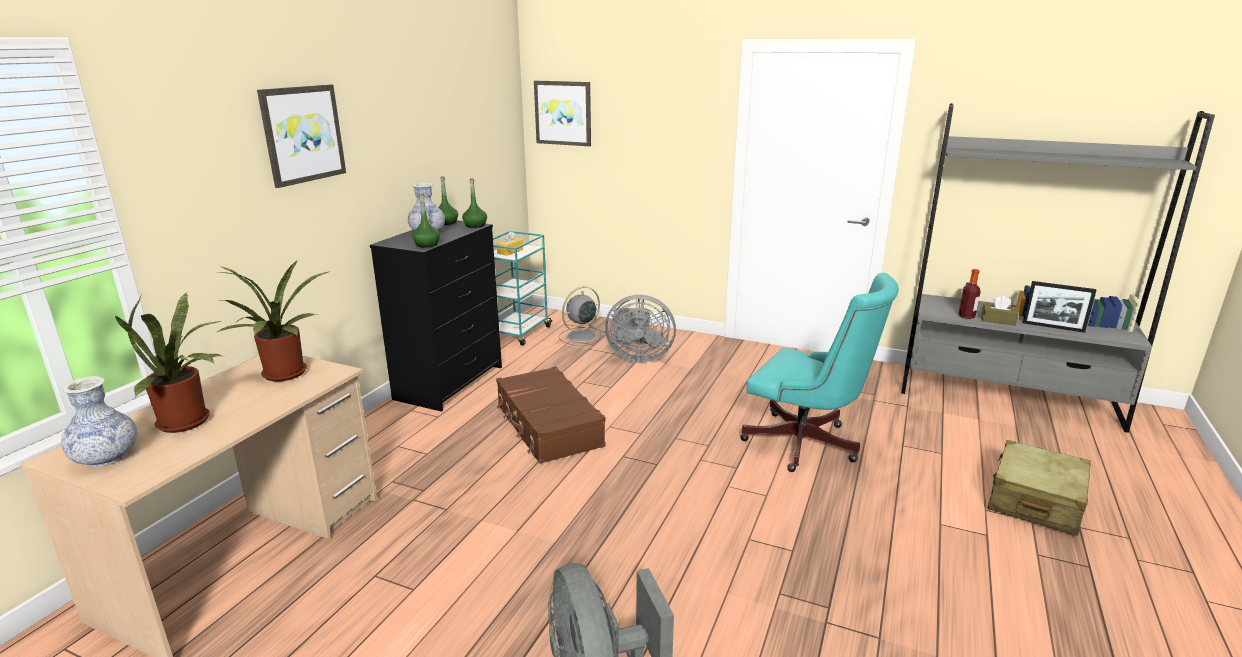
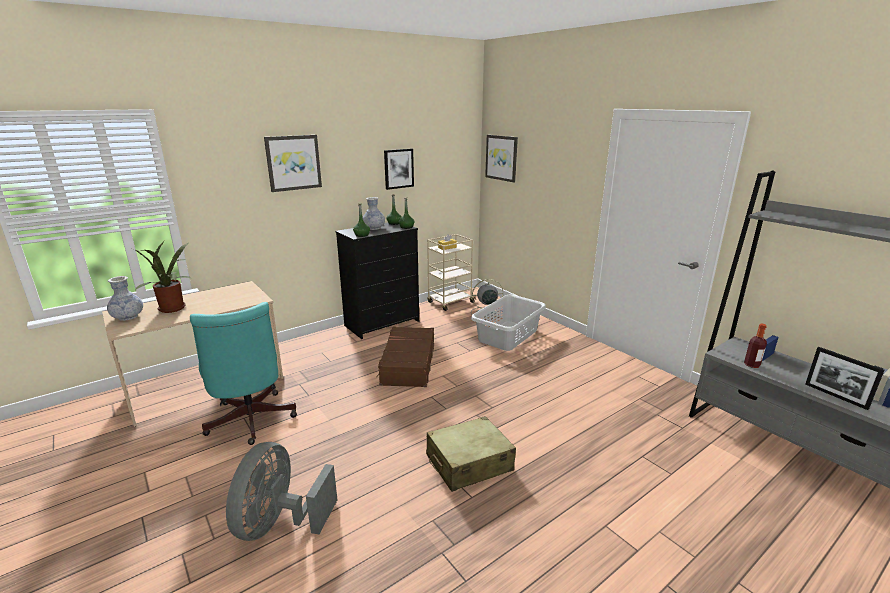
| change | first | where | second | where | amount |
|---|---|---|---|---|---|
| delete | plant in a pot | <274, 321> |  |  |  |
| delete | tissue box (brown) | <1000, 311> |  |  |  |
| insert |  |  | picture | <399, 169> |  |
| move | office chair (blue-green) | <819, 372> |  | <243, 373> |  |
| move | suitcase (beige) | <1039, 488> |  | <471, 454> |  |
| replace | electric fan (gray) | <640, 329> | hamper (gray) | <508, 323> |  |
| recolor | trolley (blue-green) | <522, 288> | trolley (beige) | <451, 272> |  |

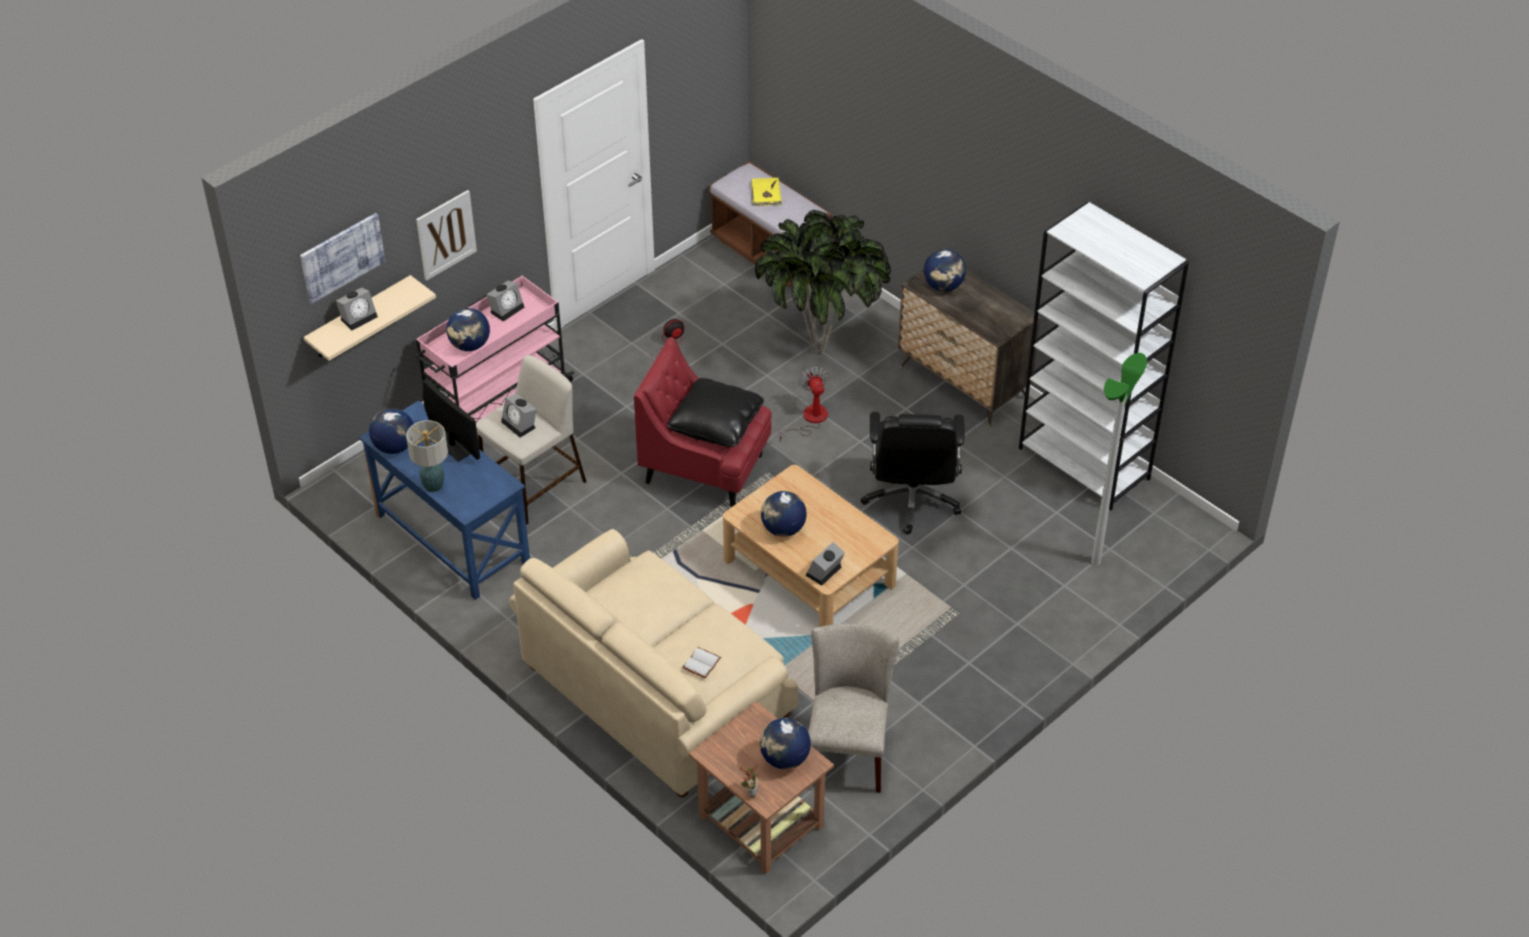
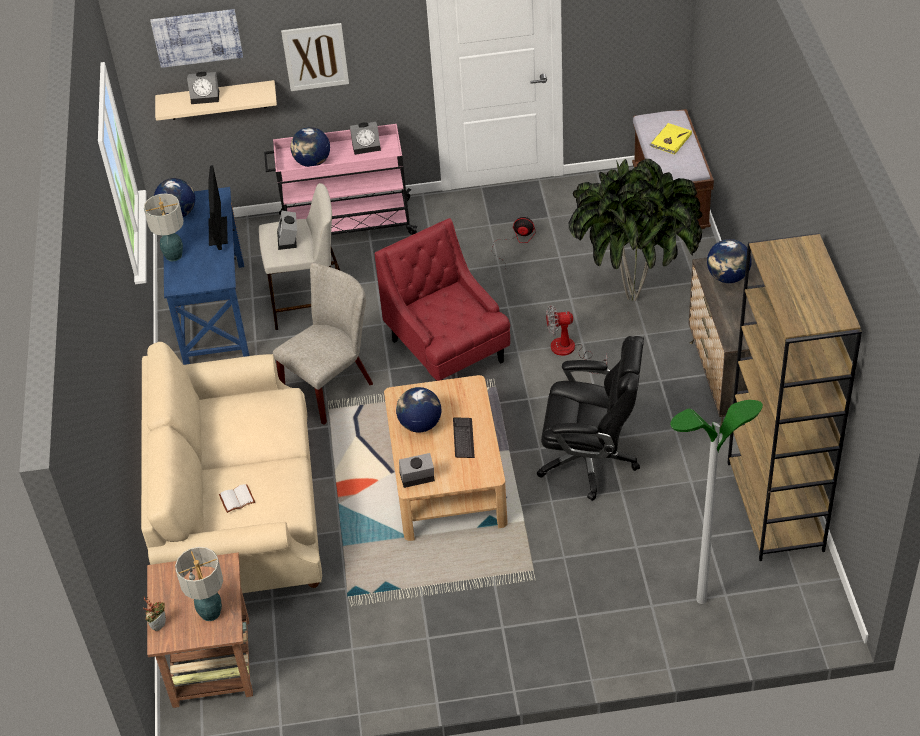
| change | first | where | second | where | amount |
|---|---|---|---|---|---|
| delete | throw pillow (blackish) | <715, 412> |  |  |  |
| insert |  |  | keyboard | <464, 437> |  |
| move | upright chair (beige) | <853, 708> |  | <323, 344> |  |
| replace | desk globe | <785, 743> | table lamp | <199, 584> |  |
| recolor | bookshelf (white-coloured) | <1104, 356> | bookshelf (brown) | <794, 397> |  |
| rotate | electric fan | <803, 404> |  | <576, 339> | 120 degrees counterclockwise |
| rotate | office chair (blackish) | <912, 473> |  | <590, 418> | 120 degrees counterclockwise |

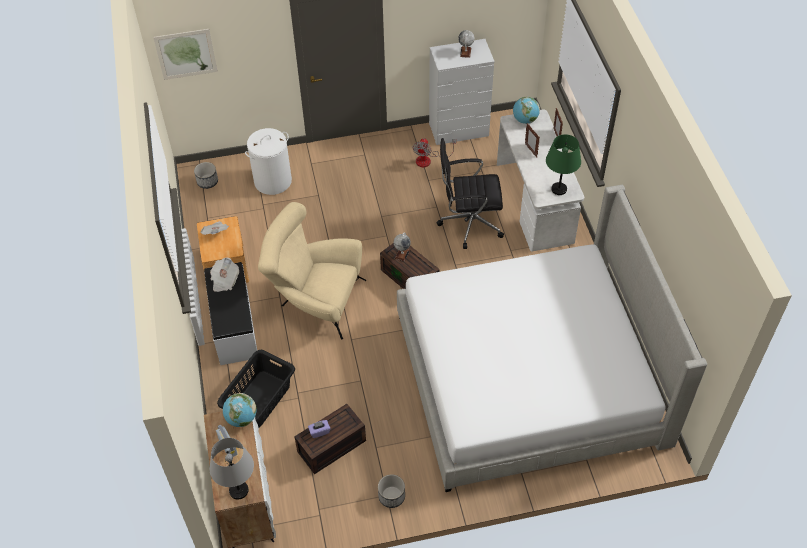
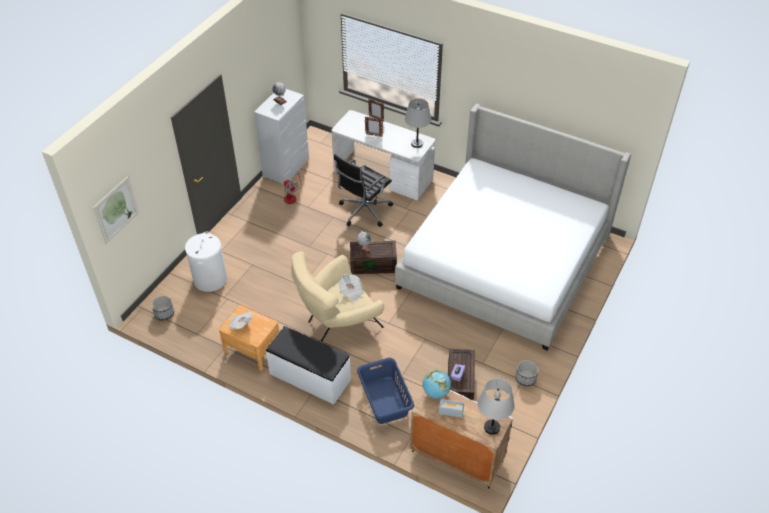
| change | first | where | second | where | amount |
|---|---|---|---|---|---|
| delete | desk globe | <526, 110> |  |  |  |
| move | daily paper | <224, 274> |  | <351, 288> |  |
| recolor | hamper (blackish) | <256, 389> | hamper (blue) | <385, 391> |  |
| recolor | table lamp (green-coloured) | <563, 164> | table lamp (gray) | <418, 123> |  |

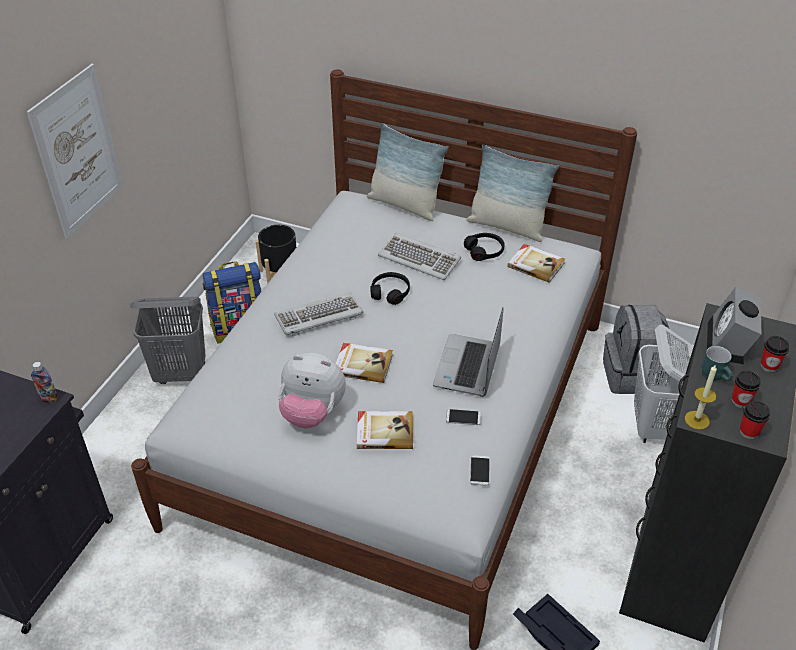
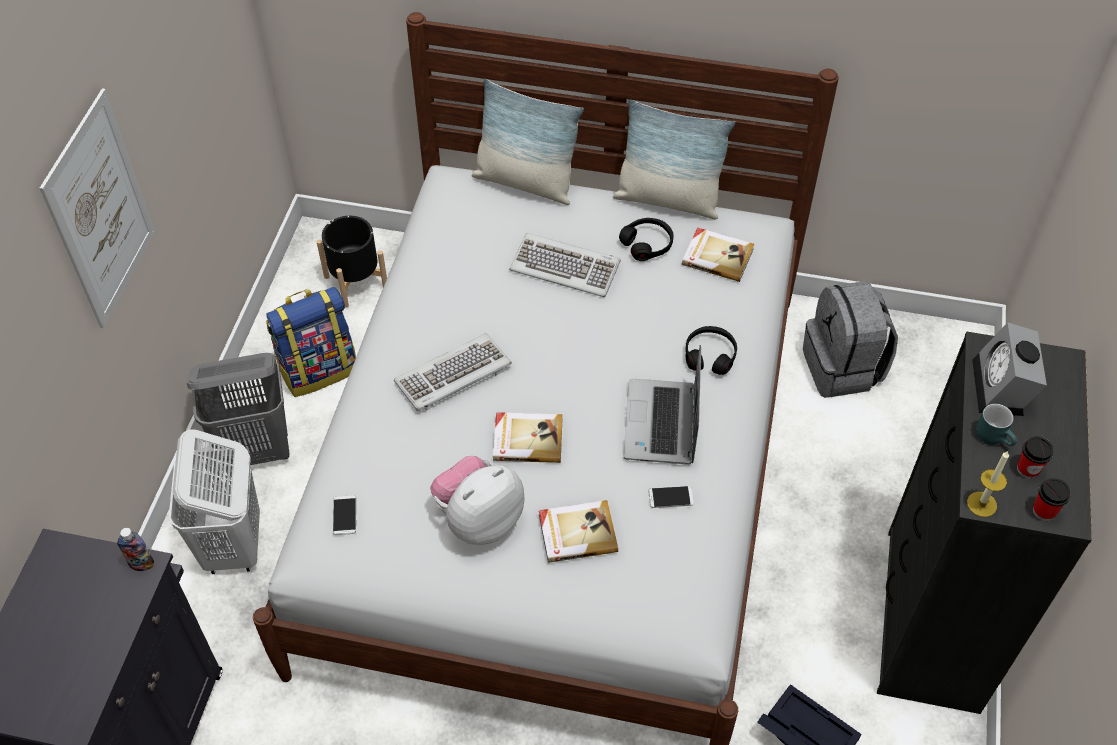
| change | first | where | second | where | amount |
|---|---|---|---|---|---|
| delete | drinking cup | <774, 354> |  |  |  |
| move | pair of headphones (blackish) | <390, 288> |  | <711, 350> |  |
| move | handset | <480, 470> |  | <344, 515> |  |
| move | hamper (white-coloured) | <663, 384> |  | <214, 501> |  |
| rotate | cuddly toy | <312, 390> |  | <477, 500> | 135 degrees clockwise |

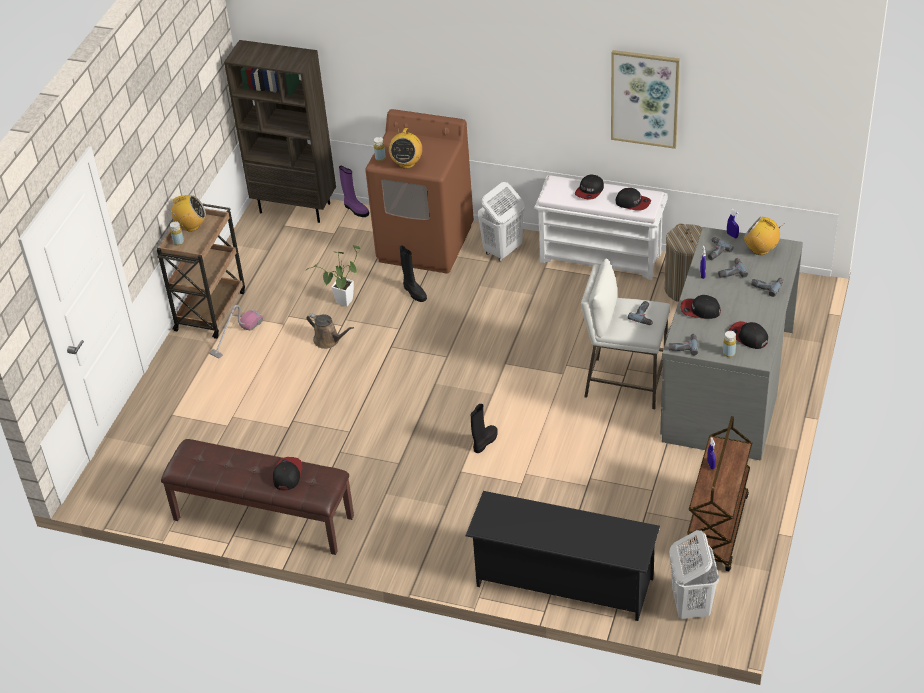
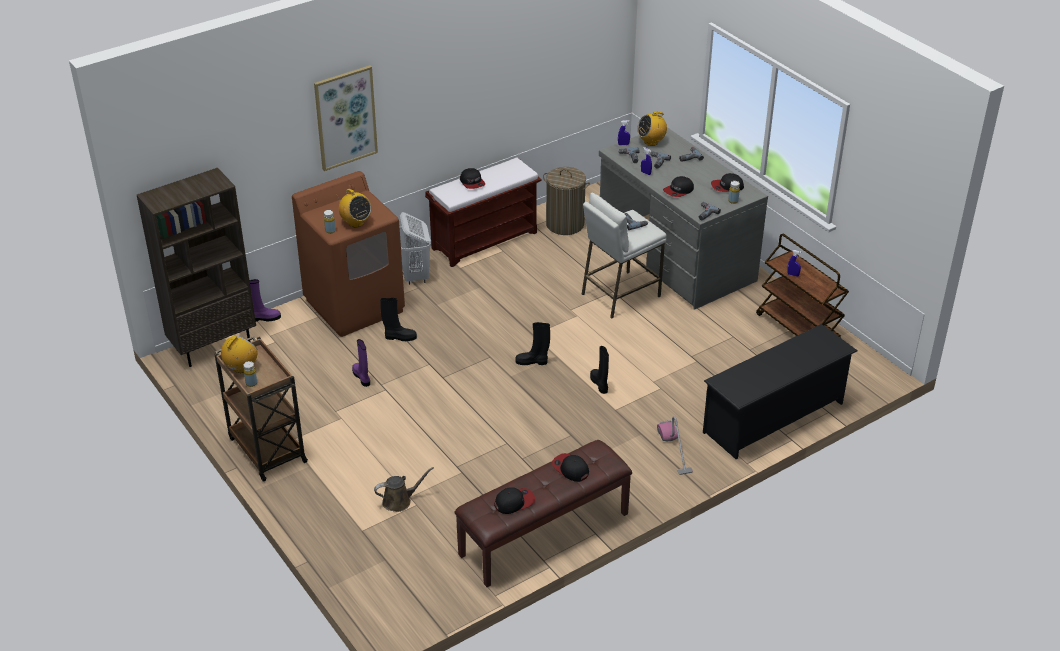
| change | first | where | second | where | amount |
|---|---|---|---|---|---|
| delete | hamper (white-coloured) | <694, 574> |  |  |  |
| insert |  |  | tall boot (blackish) | <532, 343> |  |
| move | vacuum cleaner | <236, 332> |  | <675, 445> |  |
| move | sprinkling can (brown) | <330, 331> |  | <404, 489> |  |
| move | picture | <645, 99> |  | <346, 118> |  |
| move | baseball cap | <633, 199> |  | <514, 500> |  |
| replace | plant in a pot | <333, 275> | tall boot (purple-coloured) | <361, 363> |  |
| recolor | indoor bench (white-coloured) | <601, 227> | indoor bench (brown) | <483, 212> |  |

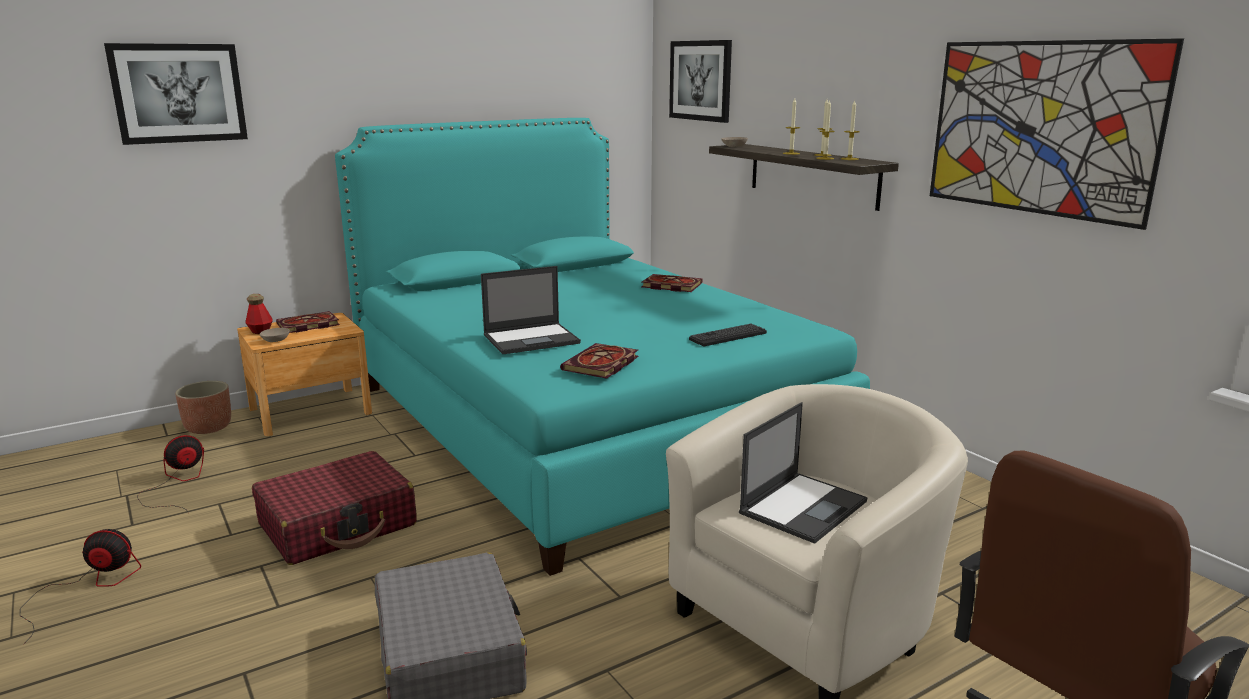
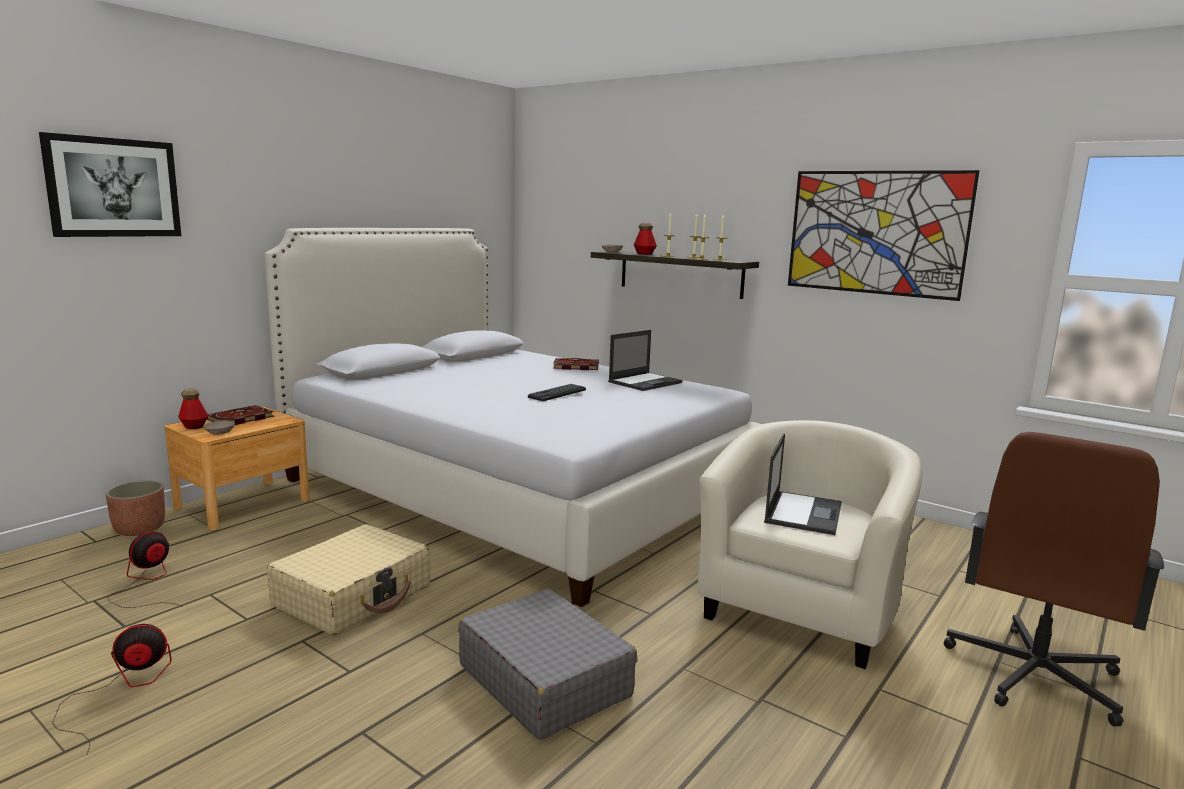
| change | first | where | second | where | amount |
|---|---|---|---|---|---|
| delete | book | <599, 361> |  |  |  |
| delete | picture | <700, 81> |  |  |  |
| insert |  |  | beverage bottle | <645, 239> |  |
| move | portable computer | <531, 310> |  | <645, 360> |  |
| move | keyboard | <728, 335> |  | <557, 392> |  |
| recolor | suitcase (red) | <334, 508> | suitcase (beige) | <349, 579> |  |
| recolor | sleeping bed (blue-green) | <602, 347> | sleeping bed (white-coloured) | <512, 417> |  |

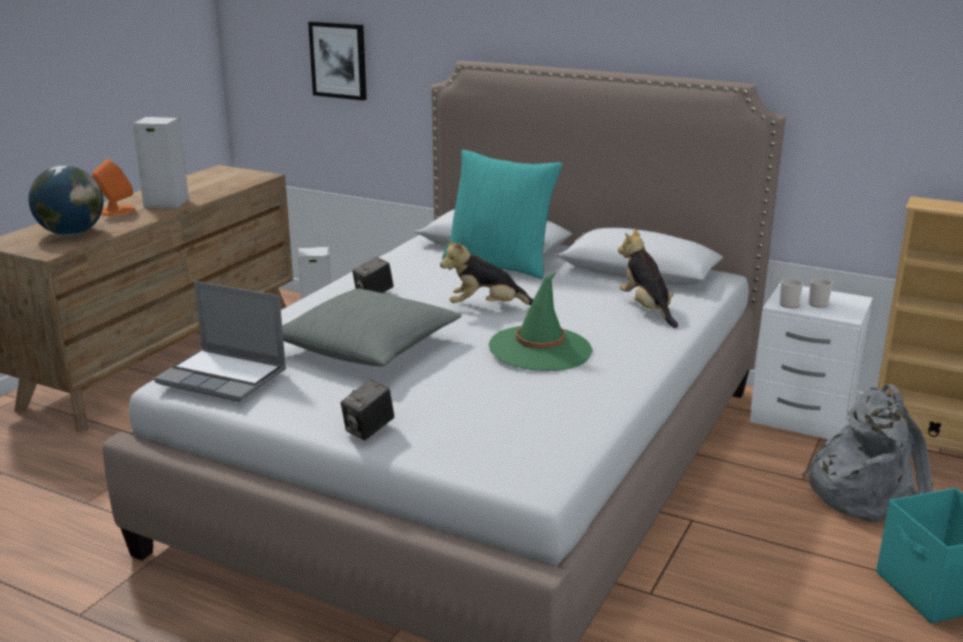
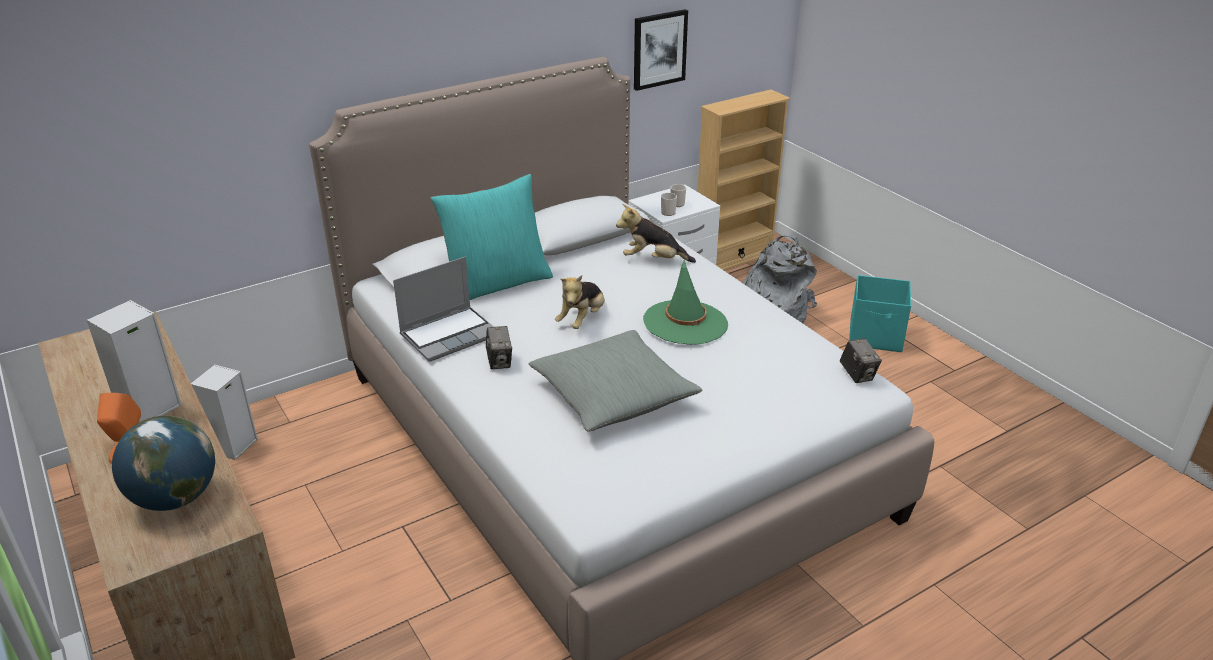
| change | first | where | second | where | amount |
|---|---|---|---|---|---|
| move | portable computer | <220, 341> |  | <443, 309> |  |
| move | picture | <337, 61> |  | <661, 50> |  |
| move | still camera | <367, 409> |  | <861, 360> |  |

